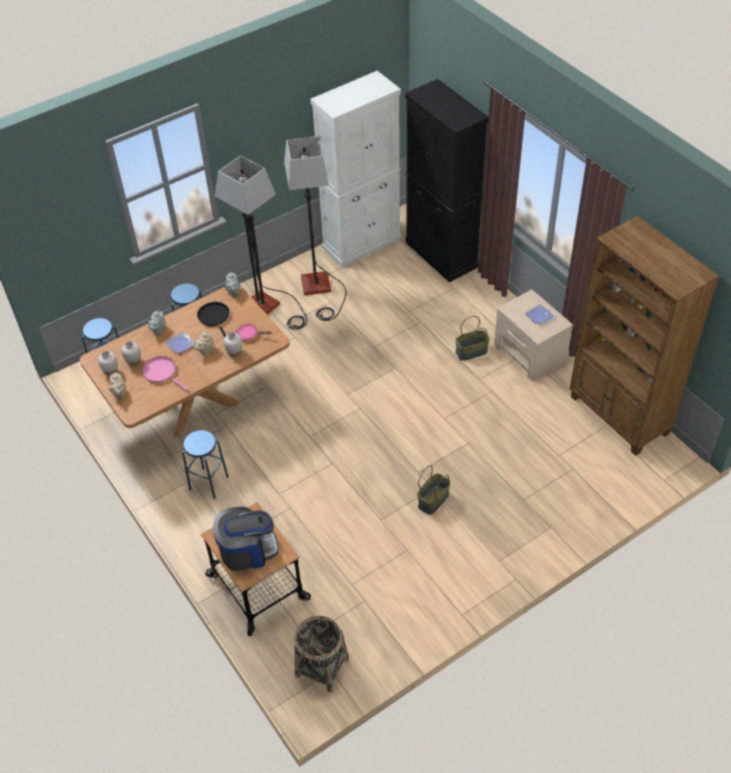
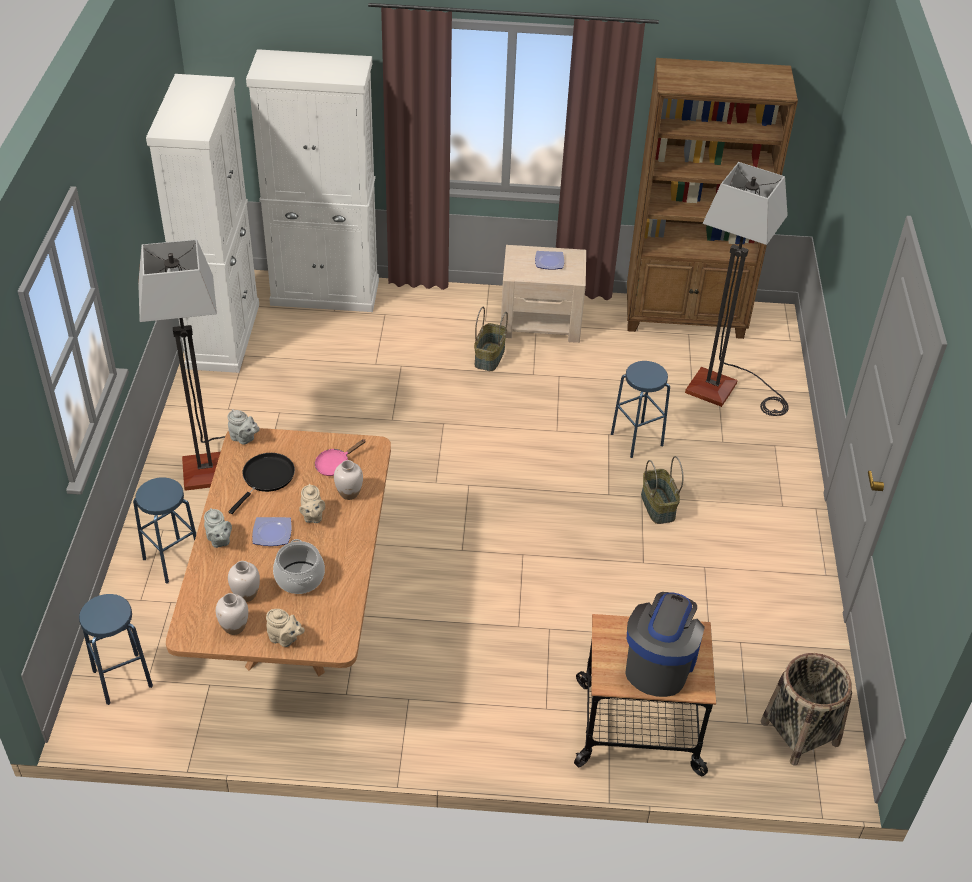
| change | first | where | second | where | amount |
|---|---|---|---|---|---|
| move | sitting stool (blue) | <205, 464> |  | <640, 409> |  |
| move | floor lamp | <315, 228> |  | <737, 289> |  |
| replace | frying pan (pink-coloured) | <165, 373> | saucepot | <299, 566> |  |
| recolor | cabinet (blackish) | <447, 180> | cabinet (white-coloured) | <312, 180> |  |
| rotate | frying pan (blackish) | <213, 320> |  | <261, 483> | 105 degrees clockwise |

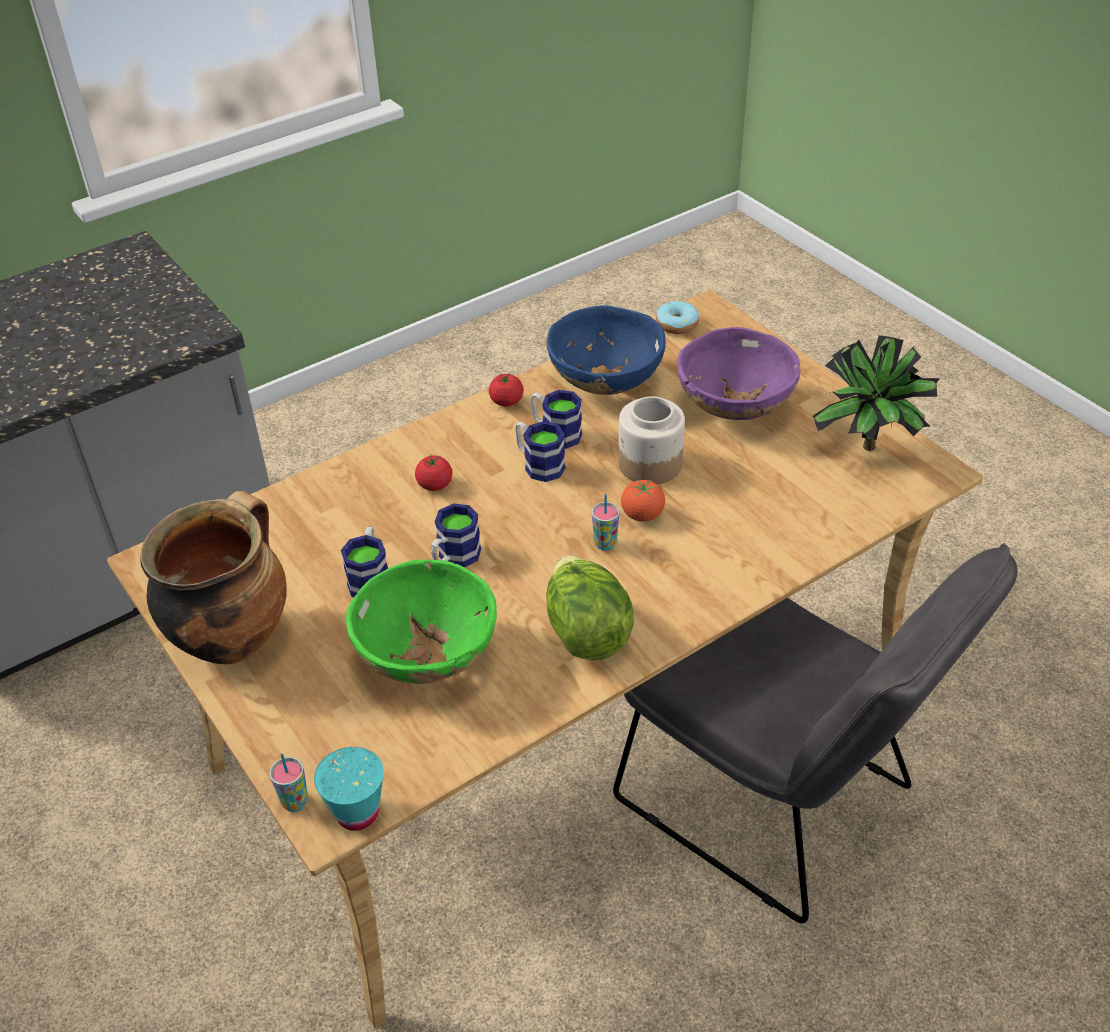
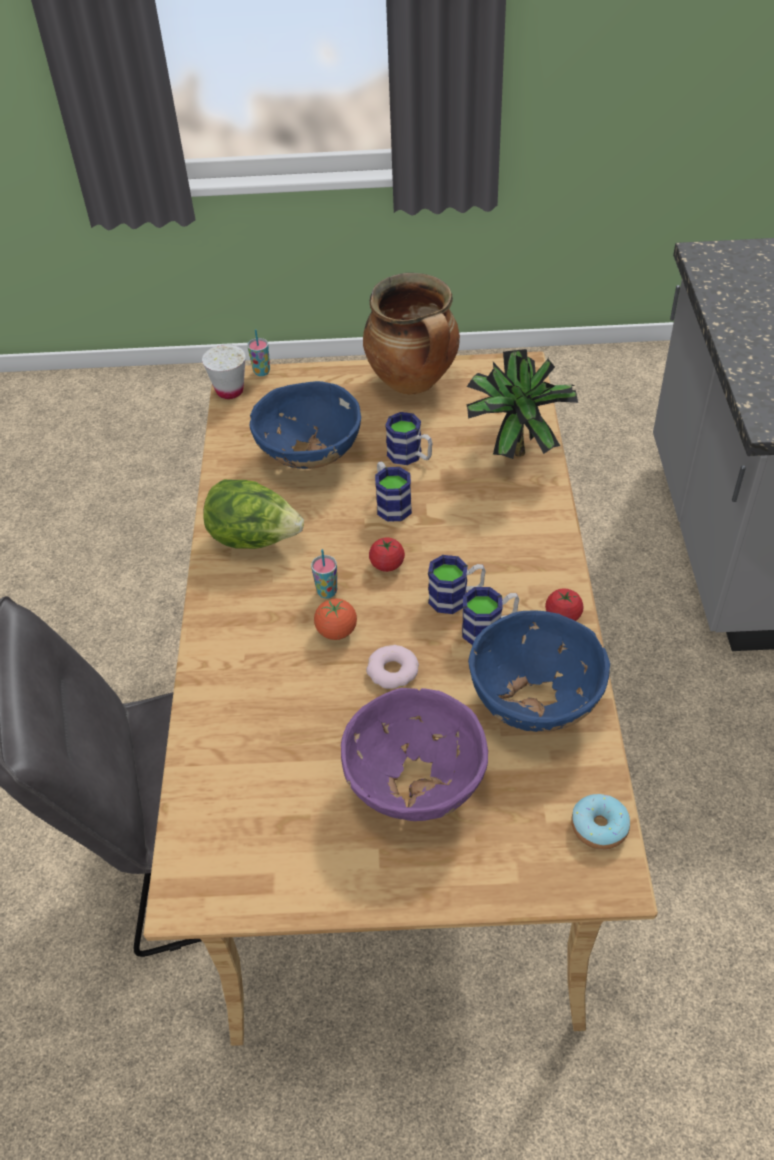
| change | first | where | second | where | amount |
|---|---|---|---|---|---|
| move | whole tomato | <434, 472> |  | <387, 554> |  |
| move | plant in a pot | <876, 393> |  | <522, 404> |  |
| replace | jar | <651, 440> | ring doughnut | <392, 667> |  |
| recolor | drinking cup (blue-green) | <349, 789> | drinking cup (white-coloured) | <224, 371> |  |
| recolor | deep dish (green-coloured) | <421, 622> | deep dish (blue) | <305, 425> |  |

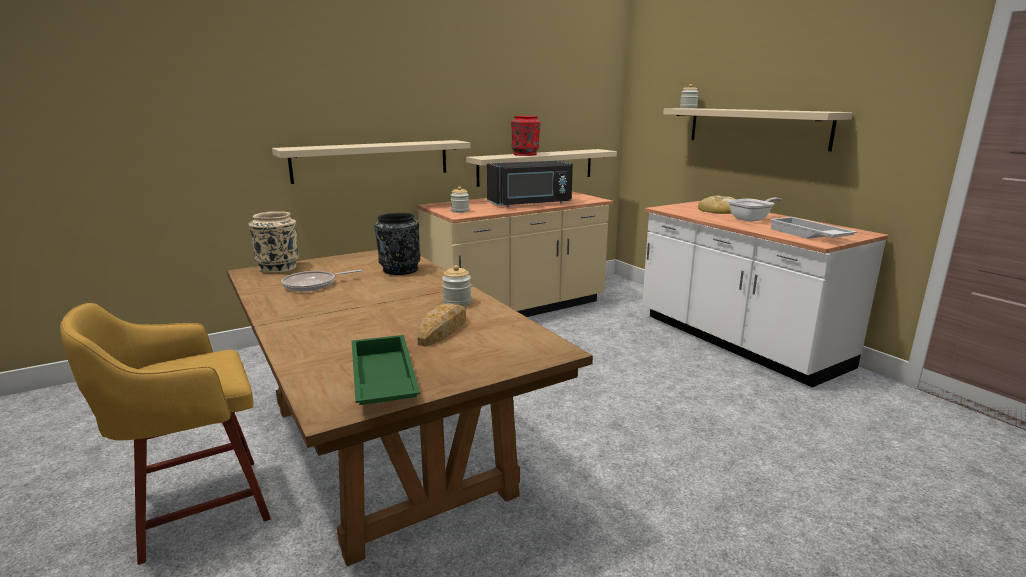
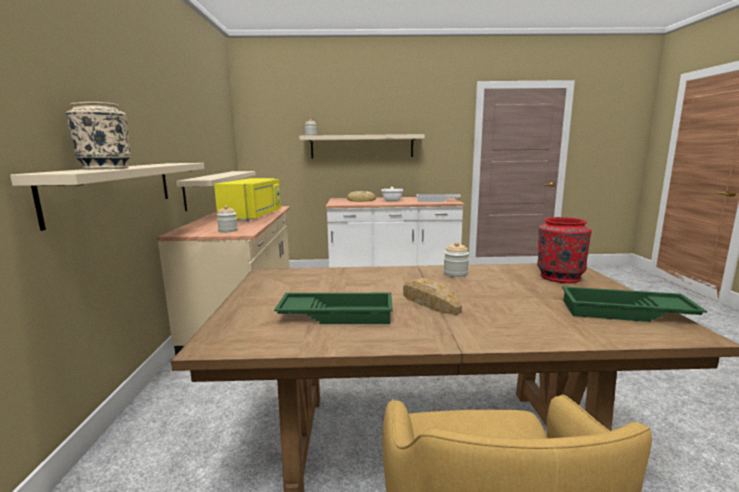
| change | first | where | second | where | amount |
|---|---|---|---|---|---|
| delete | decorative vase (blackish) | <397, 244> |  |  |  |
| move | decorative vase (beige) | <274, 242> |  | <99, 136> |  |
| move | bread | <441, 325> |  | <432, 296> |  |
| move | decorative vase (red) | <526, 136> |  | <564, 250> |  |
| replace | frying pan | <321, 281> | tray (green-coloured) | <333, 308> |  |
| recolor | microwave (blackish) | <530, 184> | microwave (yellowish) | <247, 200> |  |

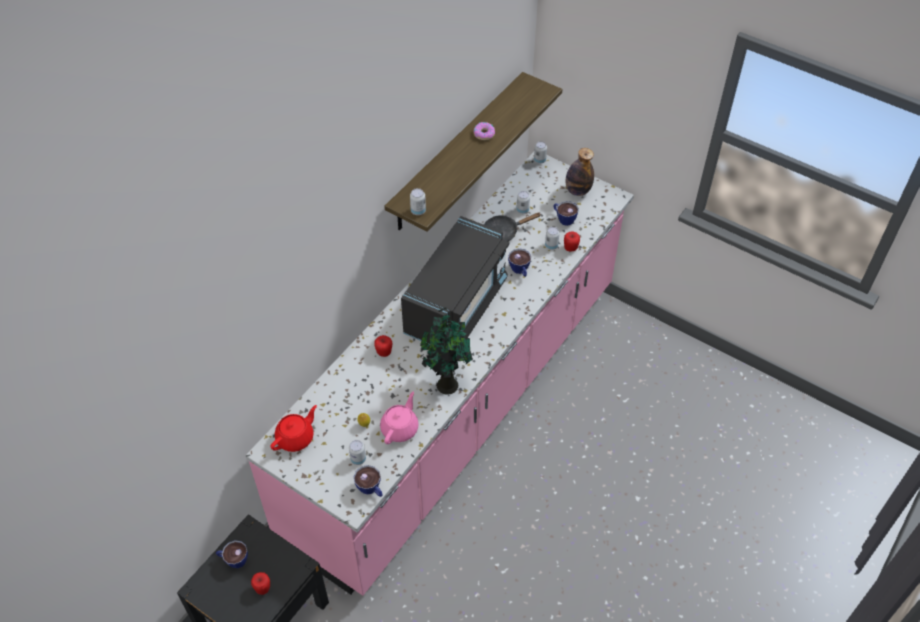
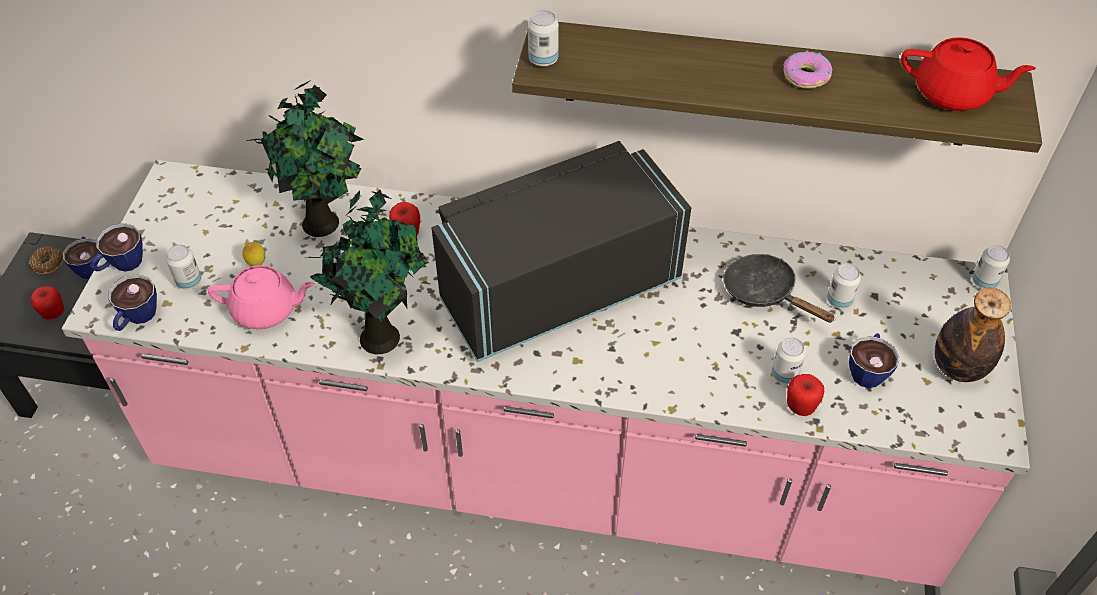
| change | first | where | second | where | amount |
|---|---|---|---|---|---|
| insert |  |  | ring doughnut | <46, 260> |  |
| insert |  |  | plant in a pot | <305, 158> |  |
| move | teapot (red) | <293, 428> |  | <968, 74> |  |
| move | drinking cup | <519, 262> |  | <116, 247> |  |
| rotate | microwave (blackish) | <455, 279> |  | <561, 251> | 150 degrees clockwise |

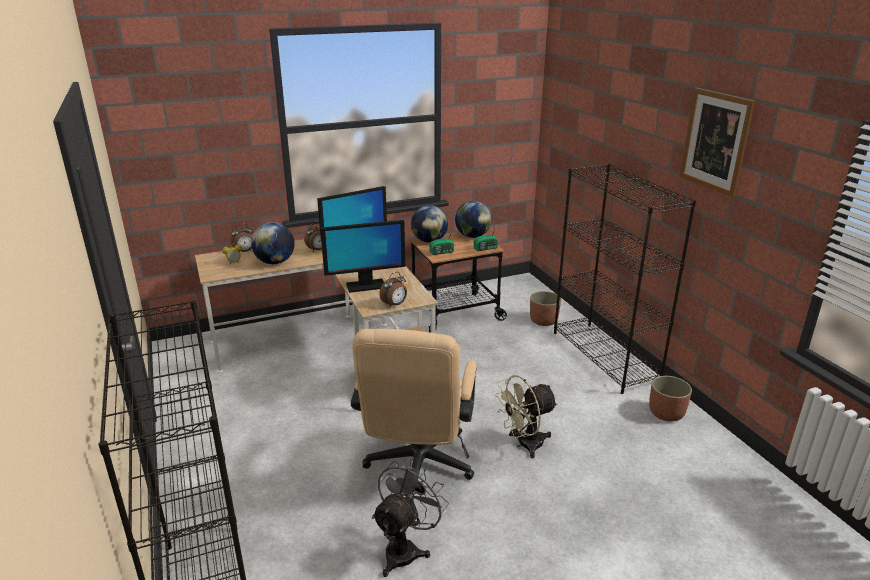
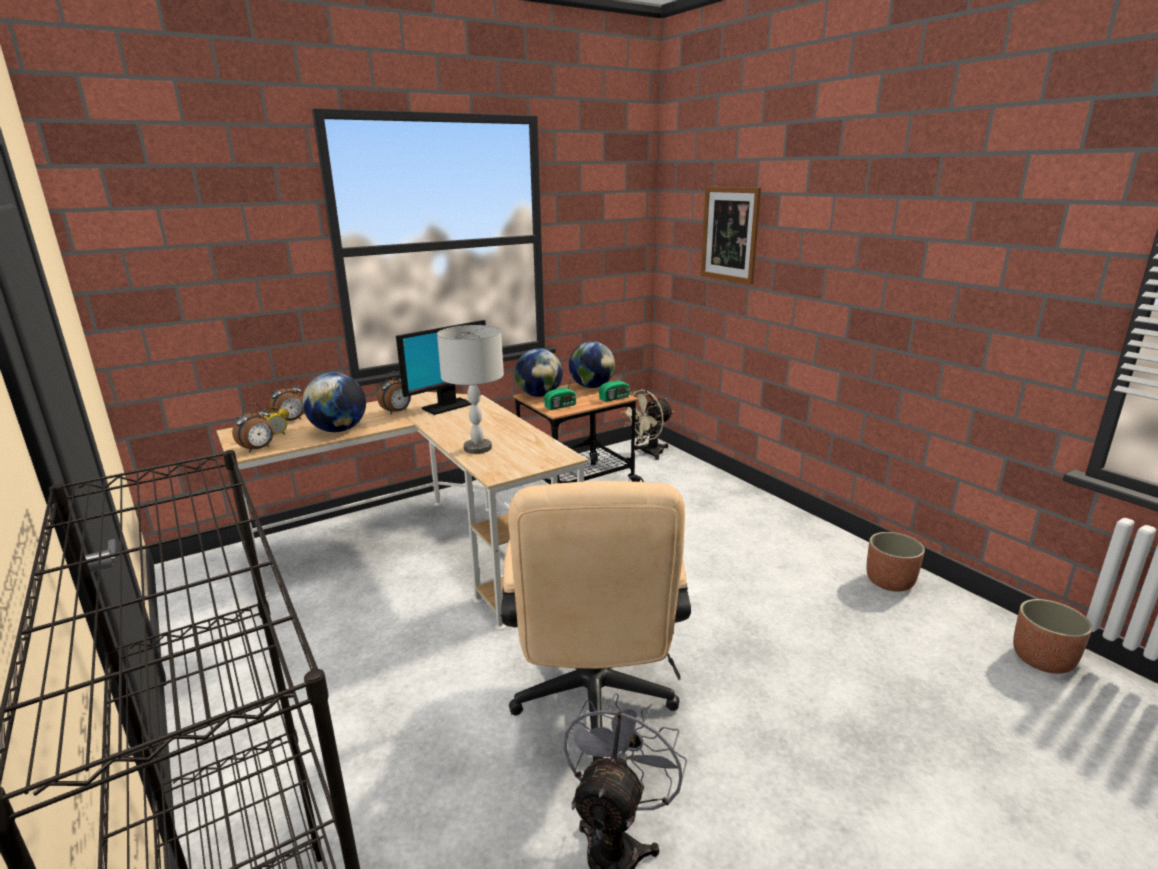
| change | first | where | second | where | amount |
|---|---|---|---|---|---|
| delete | bookshelf (blackish) | <625, 279> |  |  |  |
| move | alarm clock | <393, 289> |  | <253, 428> |  |
| move | electric fan (beige) | <526, 416> |  | <646, 424> |  |
| move | planter | <545, 308> |  | <1053, 636> |  |
| move | picture | <717, 142> |  | <731, 235> |  |
| replace | monitor | <362, 256> | table lamp (gray) | <470, 389> |  |

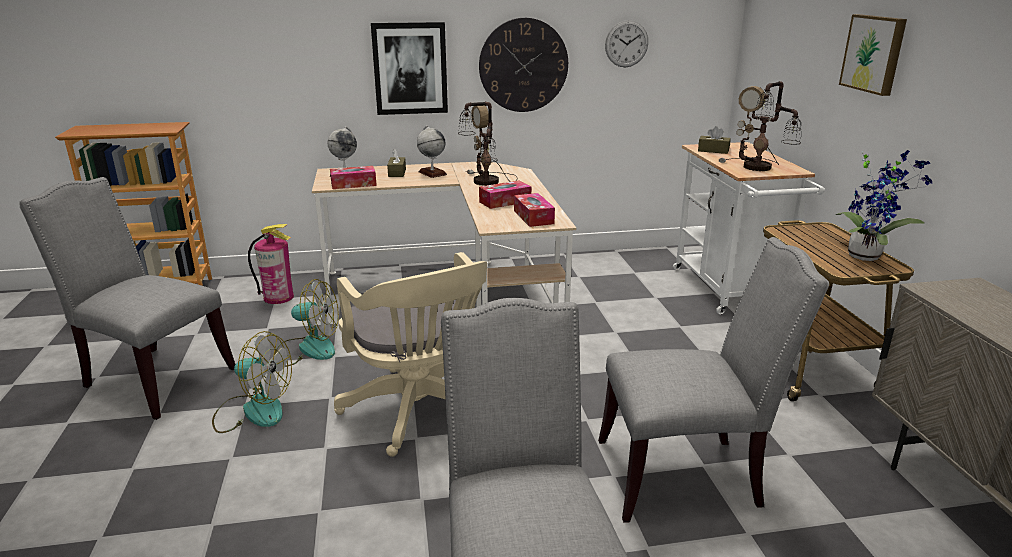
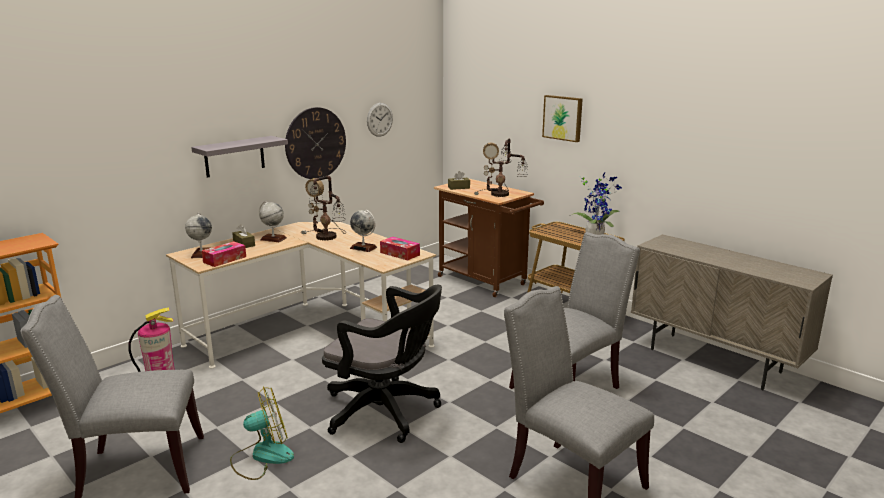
| change | first | where | second | where | amount |
|---|---|---|---|---|---|
| delete | electric fan | <307, 323> |  |  |  |
| replace | picture | <409, 68> | bracket shelf (gray) | <239, 157> |  |
| replace | tissue box | <505, 194> | desk globe | <363, 231> |  |
| recolor | office chair (beige) | <410, 354> | office chair (blackish) | <382, 364> |  |
| recolor | trolley (white-coloured) | <749, 228> | trolley (brown) | <489, 238> |  |

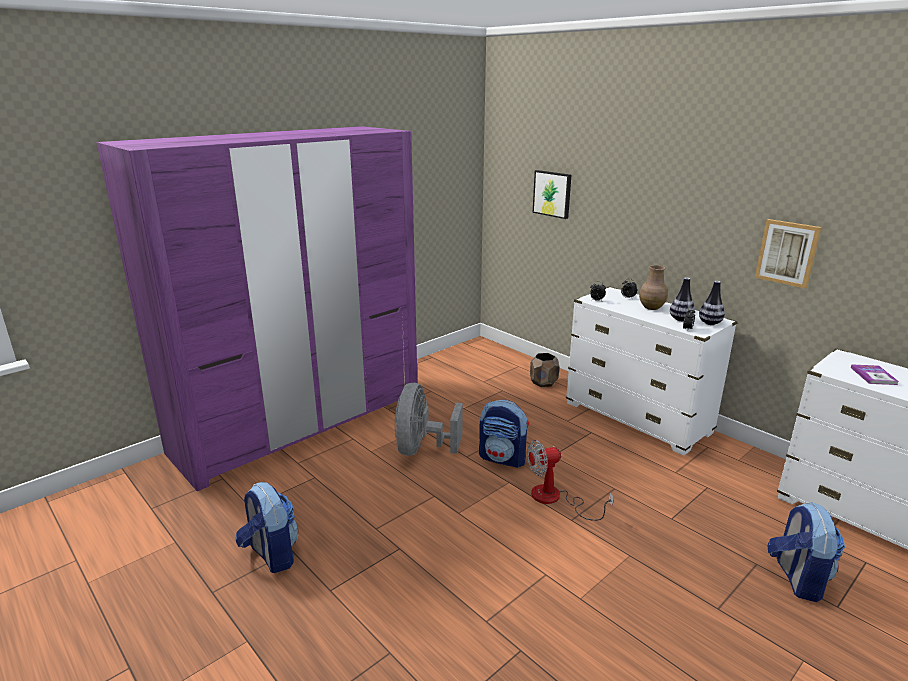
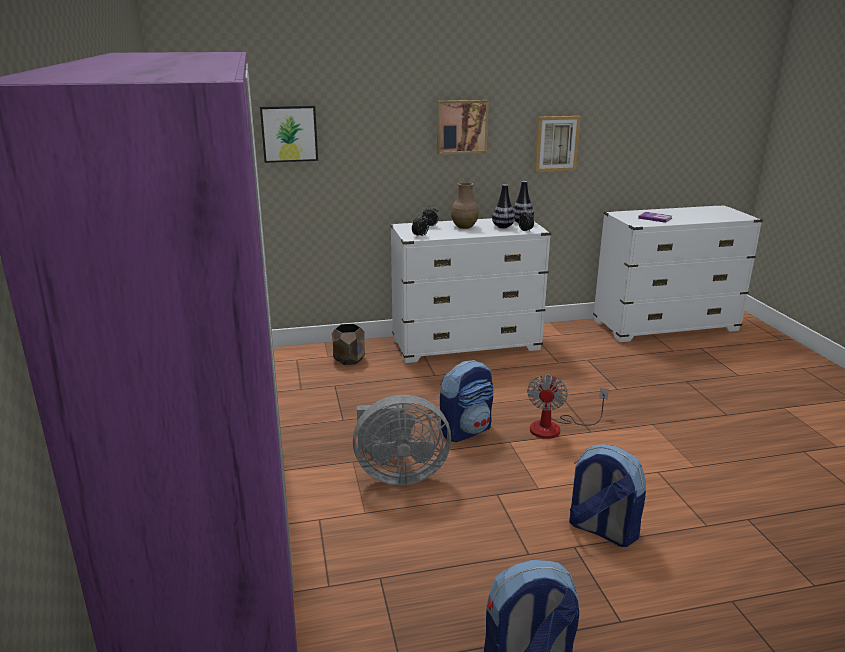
| change | first | where | second | where | amount |
|---|---|---|---|---|---|
| insert |  |  | picture | <463, 127> |  |
| move | rucksack | <806, 552> |  | <607, 495> |  |
| rotate | electric fan (gray) | <428, 419> |  | <402, 440> | 45 degrees counterclockwise |

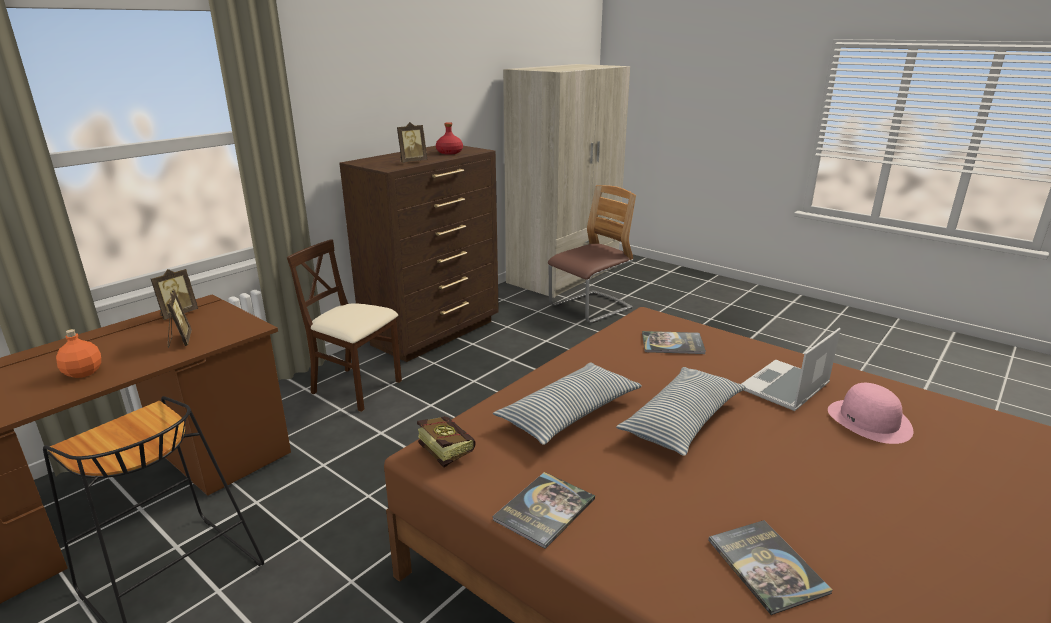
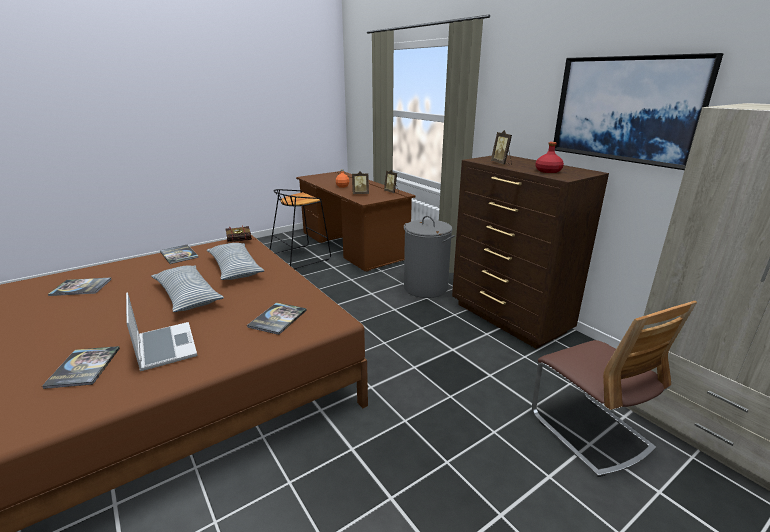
| change | first | where | second | where | amount |
|---|---|---|---|---|---|
| insert |  |  | picture | <639, 111> |  |
| replace | upright chair (beige) | <344, 325> | hamper (gray) | <429, 257> |  |
| replace | clothing hat (pink-coloured) | <870, 413> | book | <81, 367> |  |

